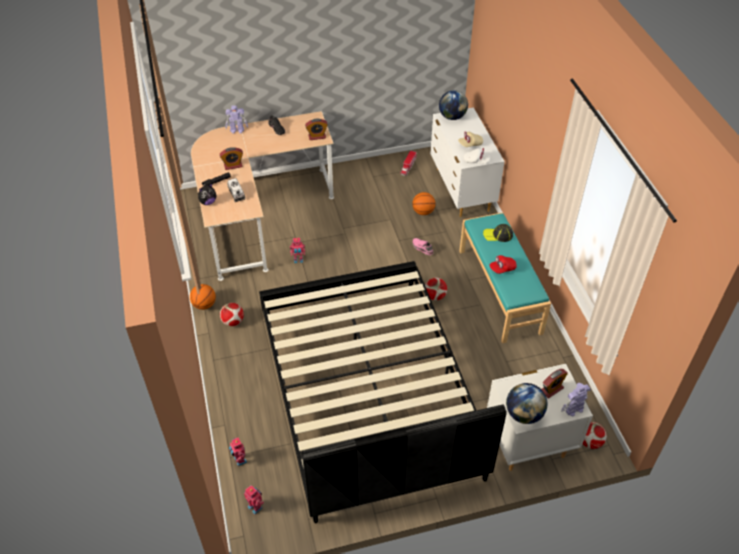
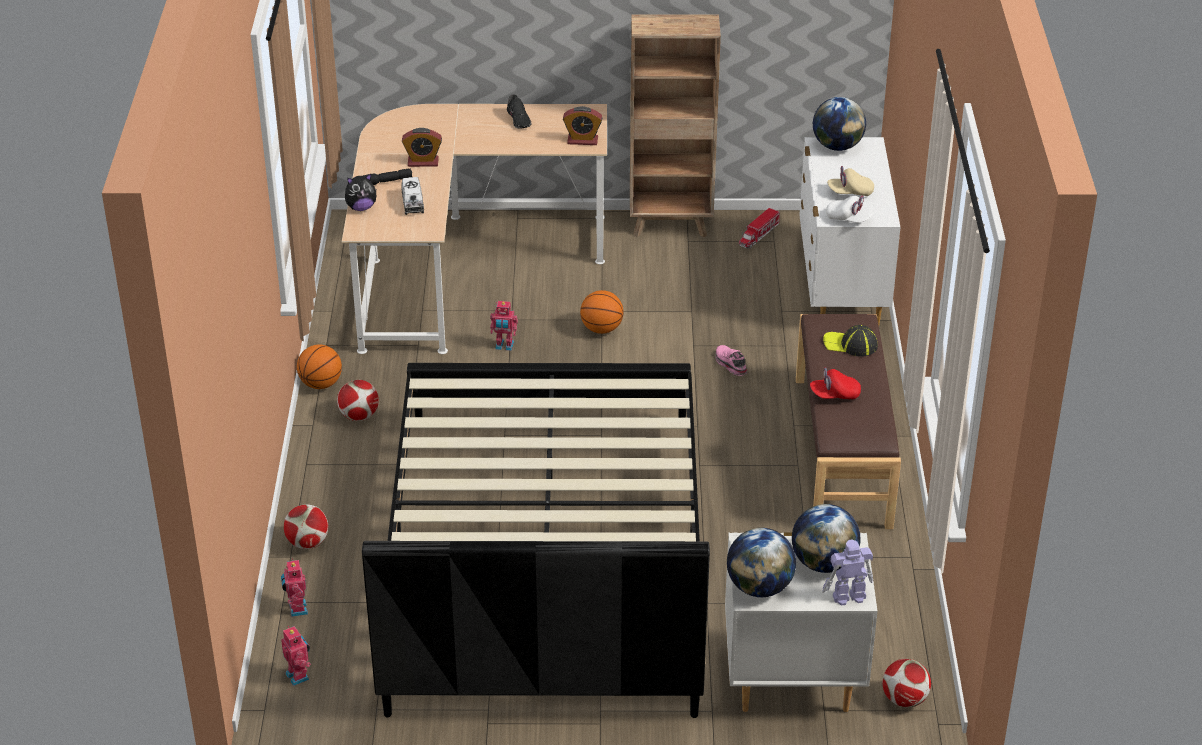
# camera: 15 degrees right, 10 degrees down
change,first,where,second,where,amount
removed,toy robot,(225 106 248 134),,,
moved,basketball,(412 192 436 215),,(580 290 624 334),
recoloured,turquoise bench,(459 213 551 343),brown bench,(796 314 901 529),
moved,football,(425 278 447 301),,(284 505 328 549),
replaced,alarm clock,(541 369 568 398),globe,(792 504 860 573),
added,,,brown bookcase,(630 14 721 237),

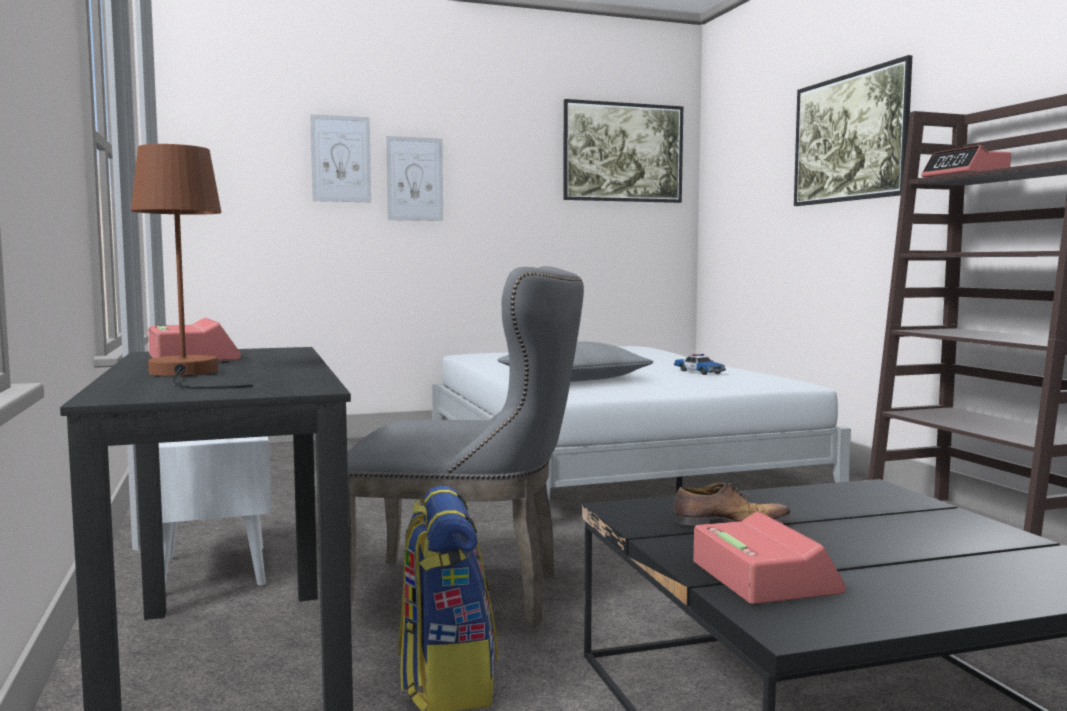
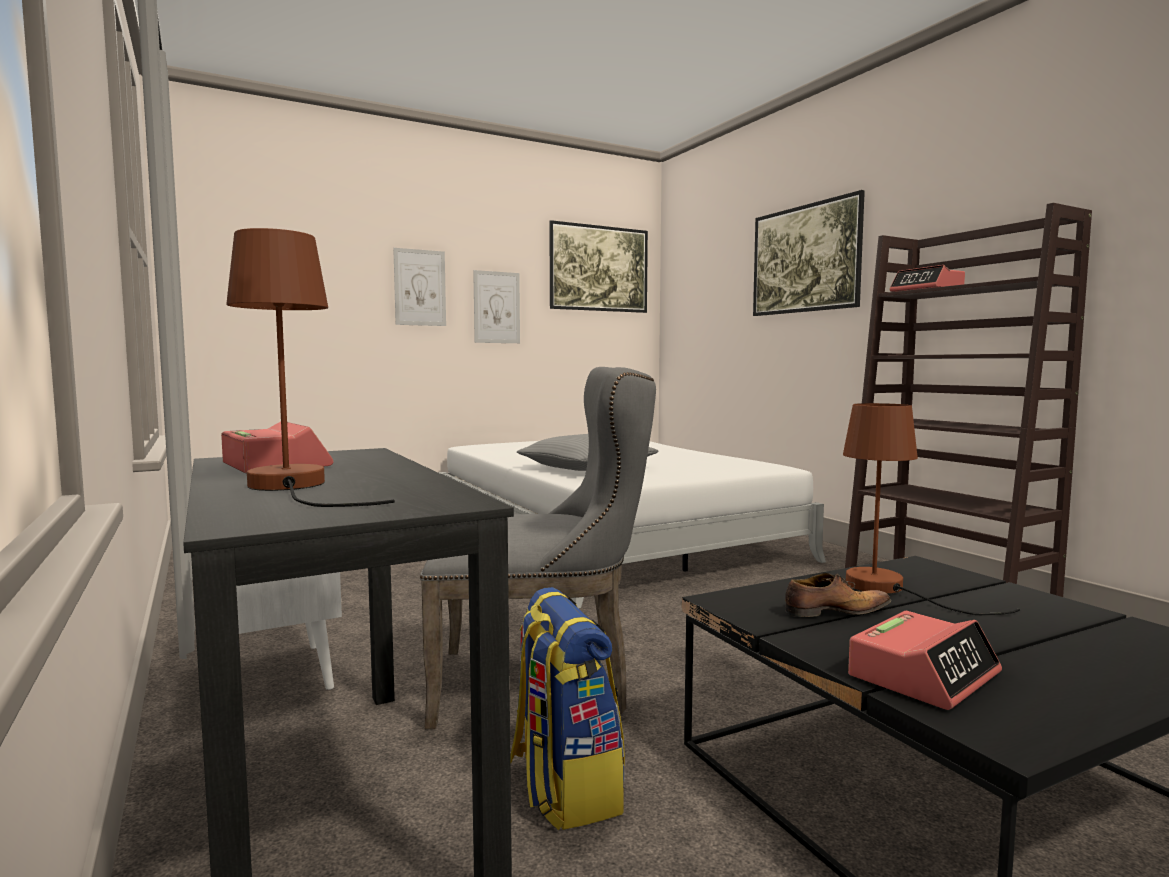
# camera: 10 degrees left, 0 degrees up
change,first,where,second,where,amount
moved,picture,(310 114 371 202),,(473 270 520 343),
removed,toy car,(674 354 726 375),,,
turned,alarm clock,(693 511 846 604),,(848 611 1002 710),75 degrees clockwise
added,,,brown table lamp,(843 403 1020 615),

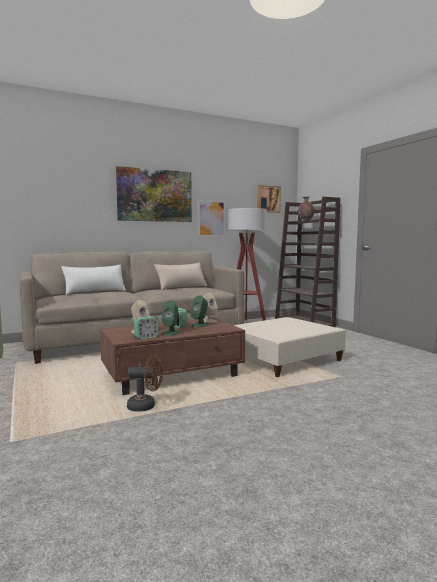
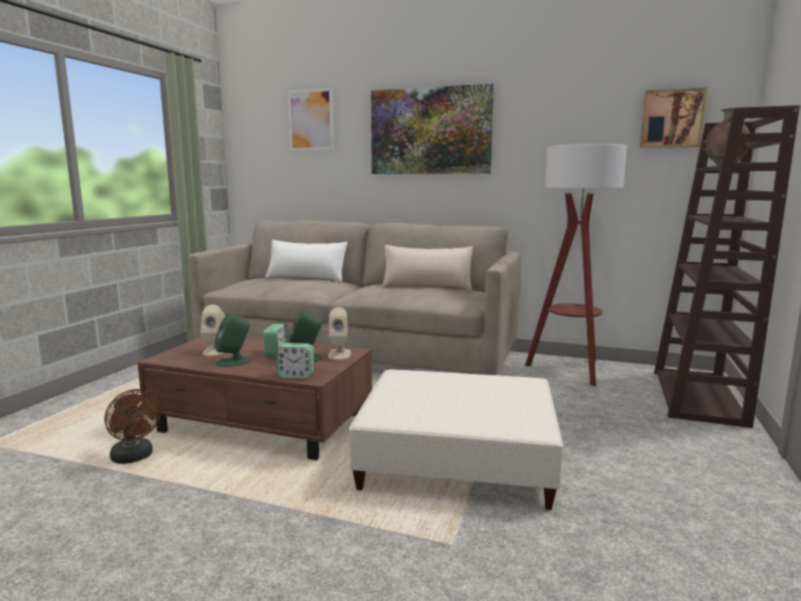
# camera: 45 degrees right, 5 degrees up
change,first,where,second,where,amount
moved,picture,(198 200 225 237),,(288 88 334 151),
moved,alarm clock,(134 316 159 340),,(276 343 314 379),

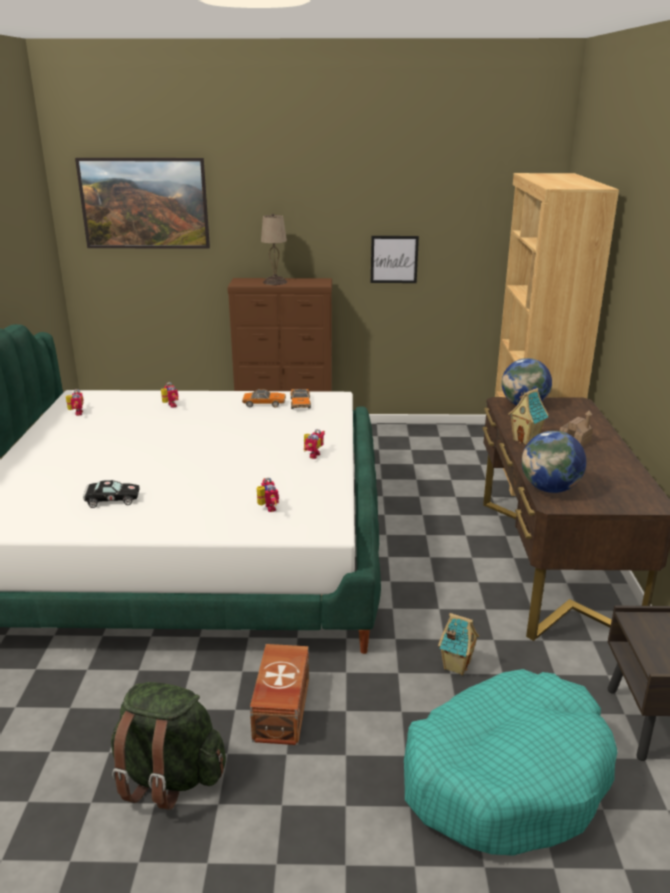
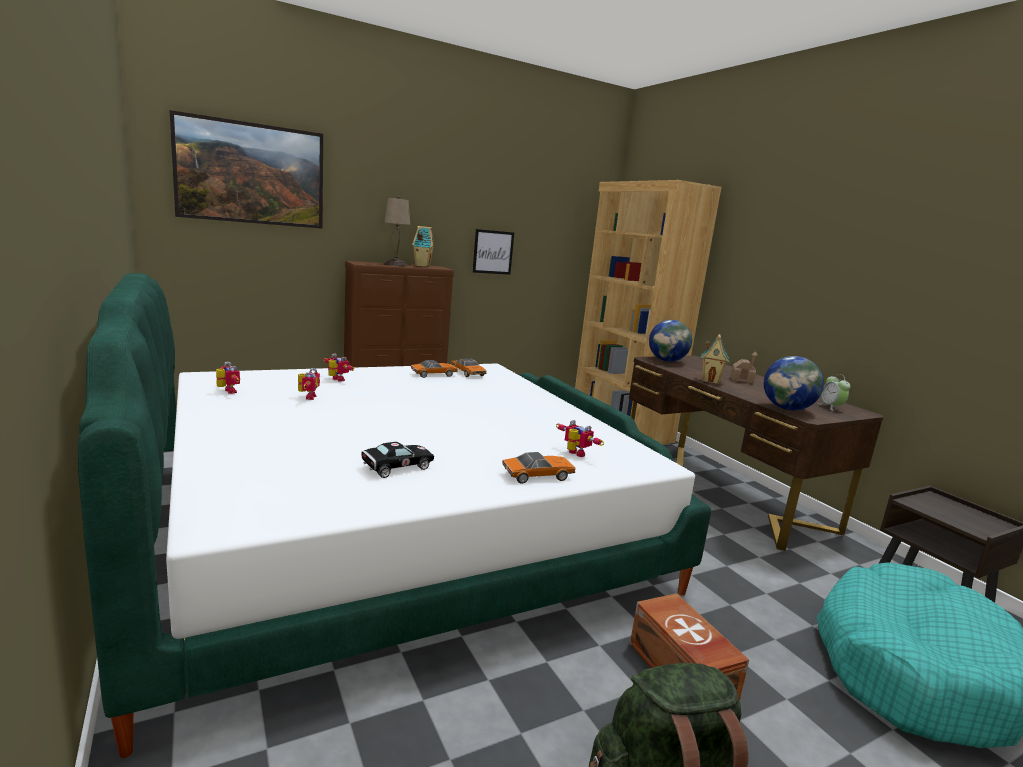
# camera: 30 degrees left, 10 degrees down
change,first,where,second,where,amount
moved,toy robot,(304 429 325 459),,(298 368 320 400),
moved,toy house,(438 613 479 675),,(412 226 435 267),
added,,,alarm clock,(819 374 851 411),
added,,,toy car,(502 452 576 484),

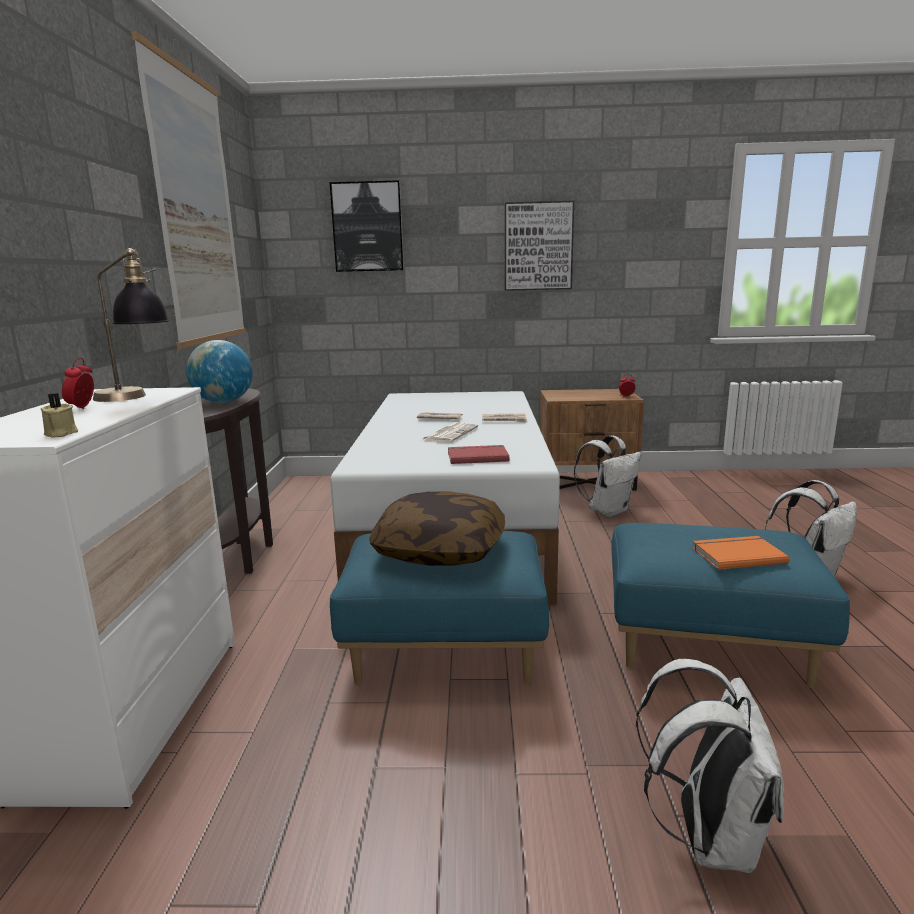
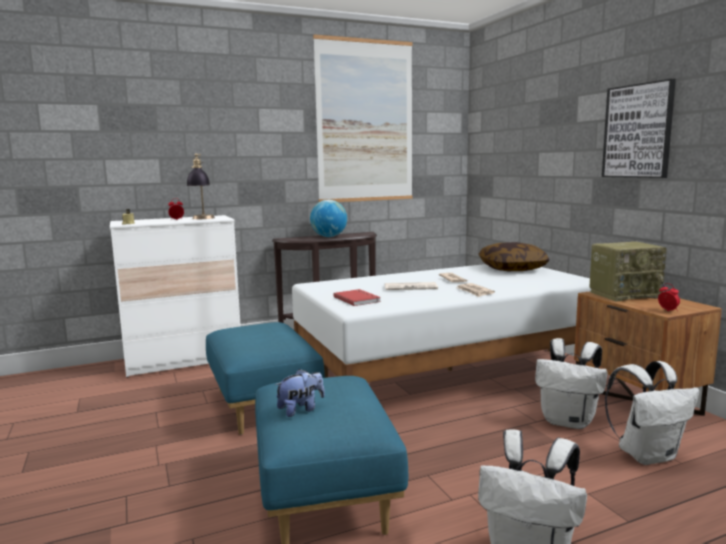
# camera: 65 degrees right, 5 degrees down
change,first,where,second,where,amount
removed,picture,(330 180 404 272),,,
moved,pillow,(369 491 505 566),,(479 242 550 272),
replaced,orange book,(692 536 789 570),plush toy,(275 369 325 417),
moved,white backpack,(636 659 784 873),,(605 361 700 465),
added,,,radio,(589 241 667 302),

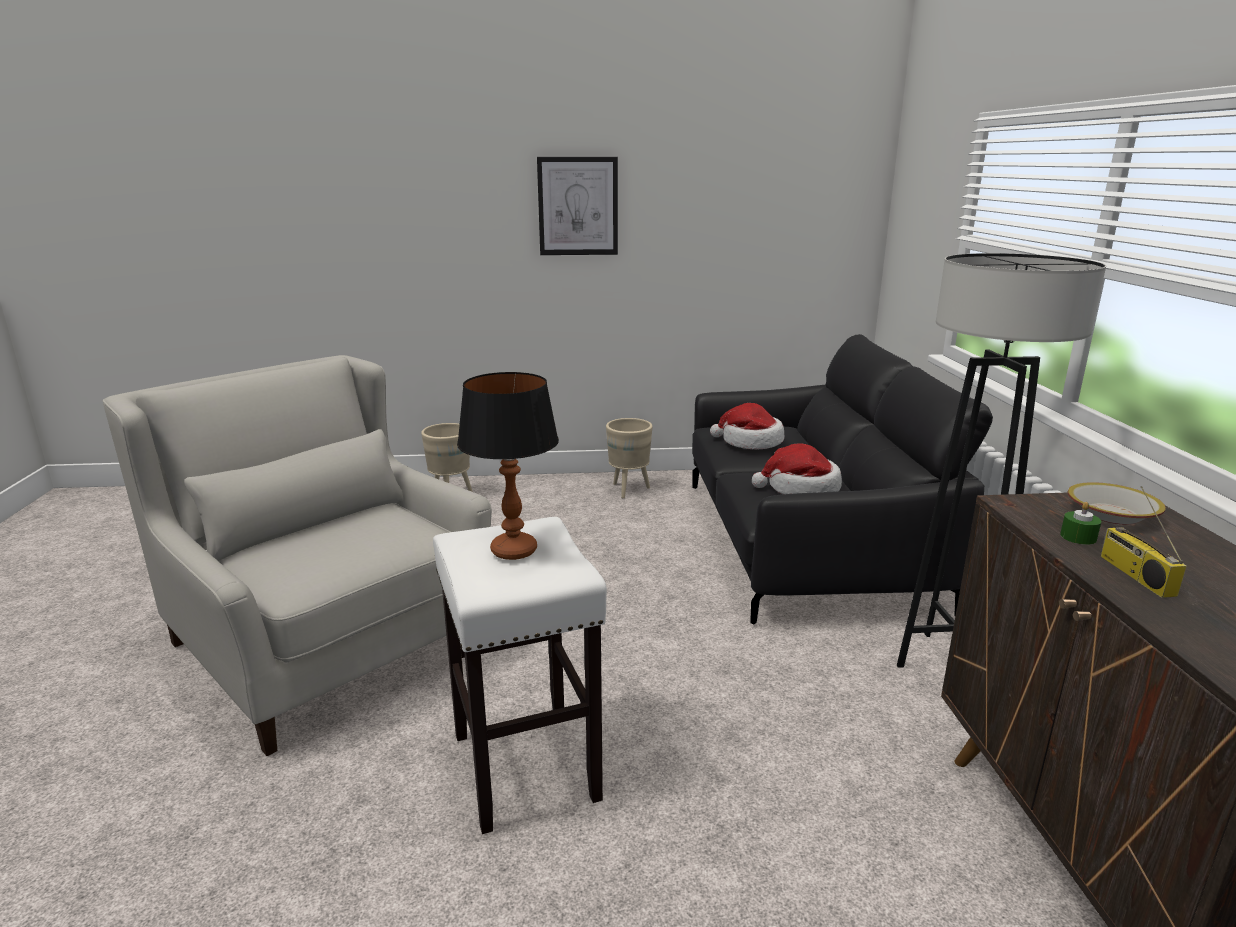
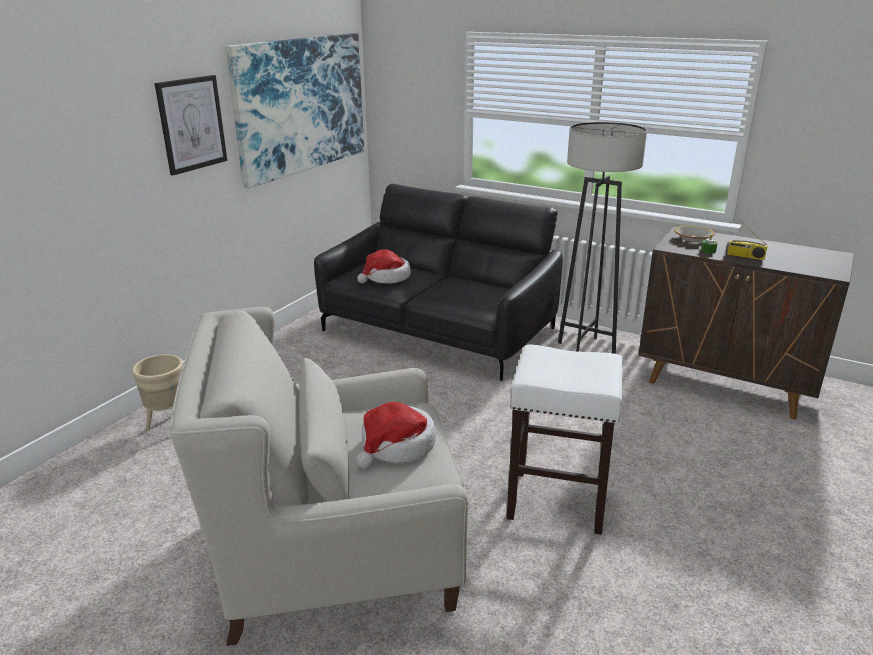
# camera: 55 degrees left, 5 degrees up
change,first,where,second,where,amount
removed,table lamp,(457 372 559 560),,,
removed,beige planter,(606 418 653 498),,,
moved,hat,(752 444 842 494),,(356 402 436 469),
added,,,picture,(225 33 364 188),

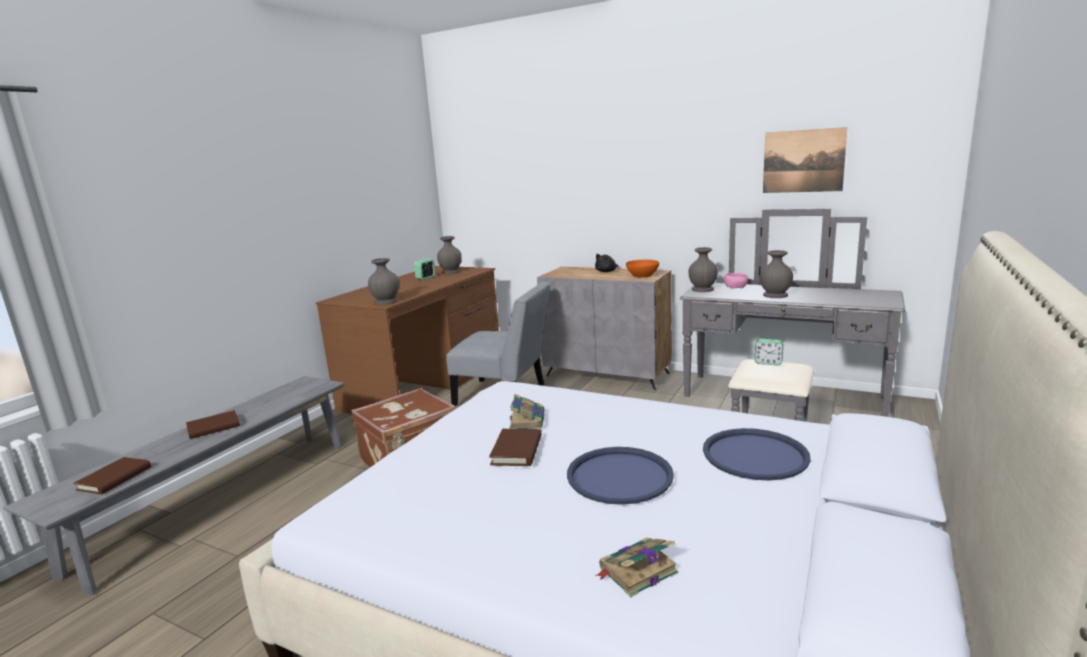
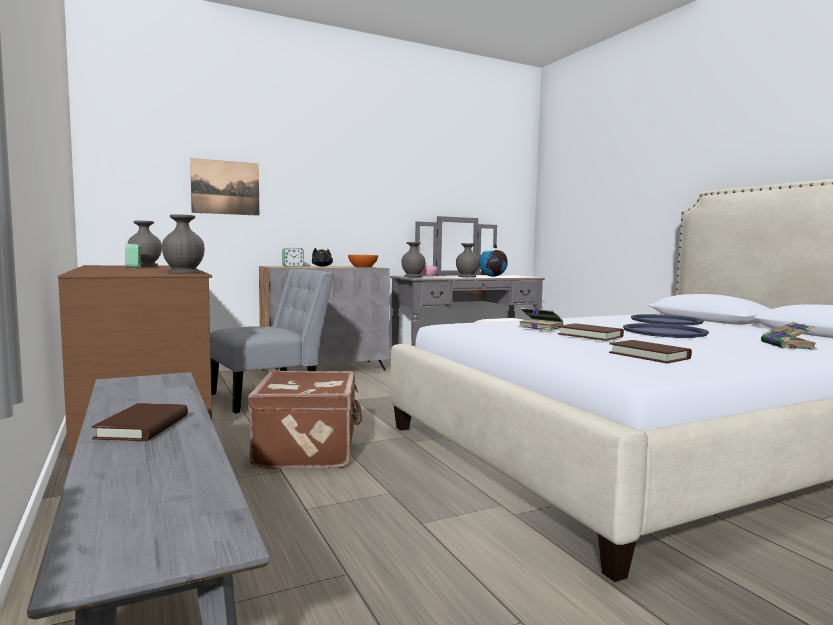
# camera: 55 degrees left, 10 degrees down
change,first,where,second,where,amount
moved,picture,(763 127 847 193),,(190 158 259 216),
moved,alarm clock,(755 339 783 365),,(282 248 304 267),
moved,brown book,(73 457 151 495),,(609 340 692 363),
added,,,globe,(479 244 508 277),

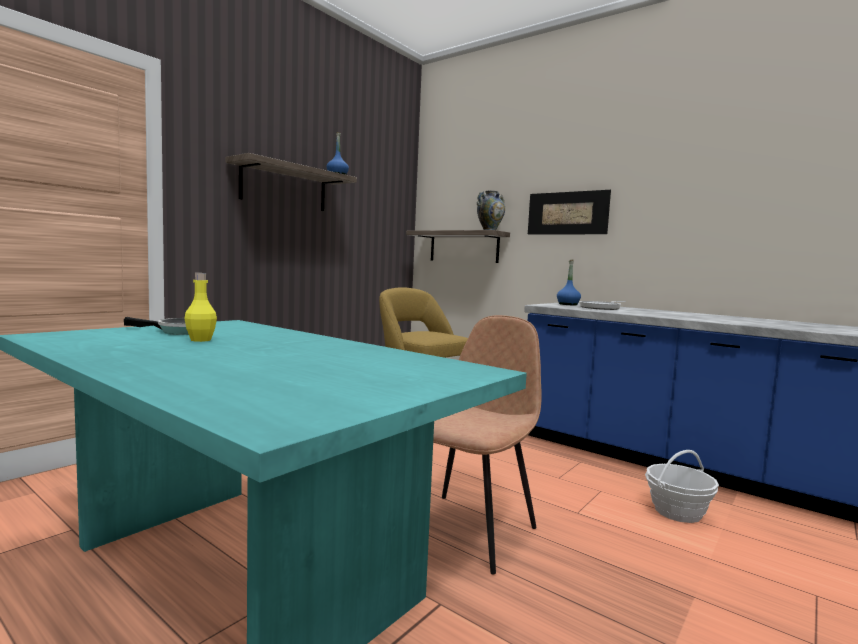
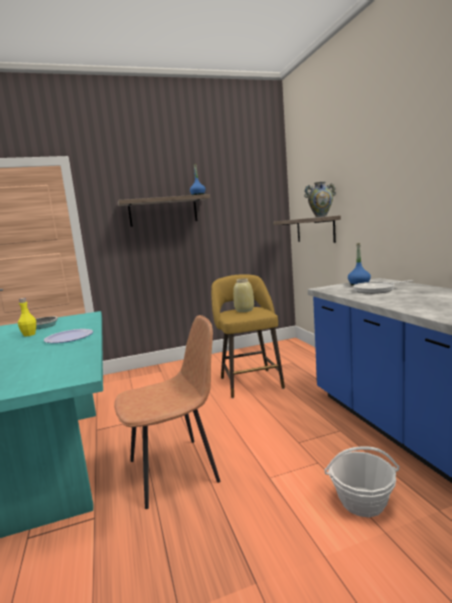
# camera: 35 degrees right, 5 degrees up
change,first,where,second,where,amount
removed,picture,(528 190 611 234),,,
added,,,beige vase,(233 278 254 312),
added,,,plate,(44 329 93 343),

